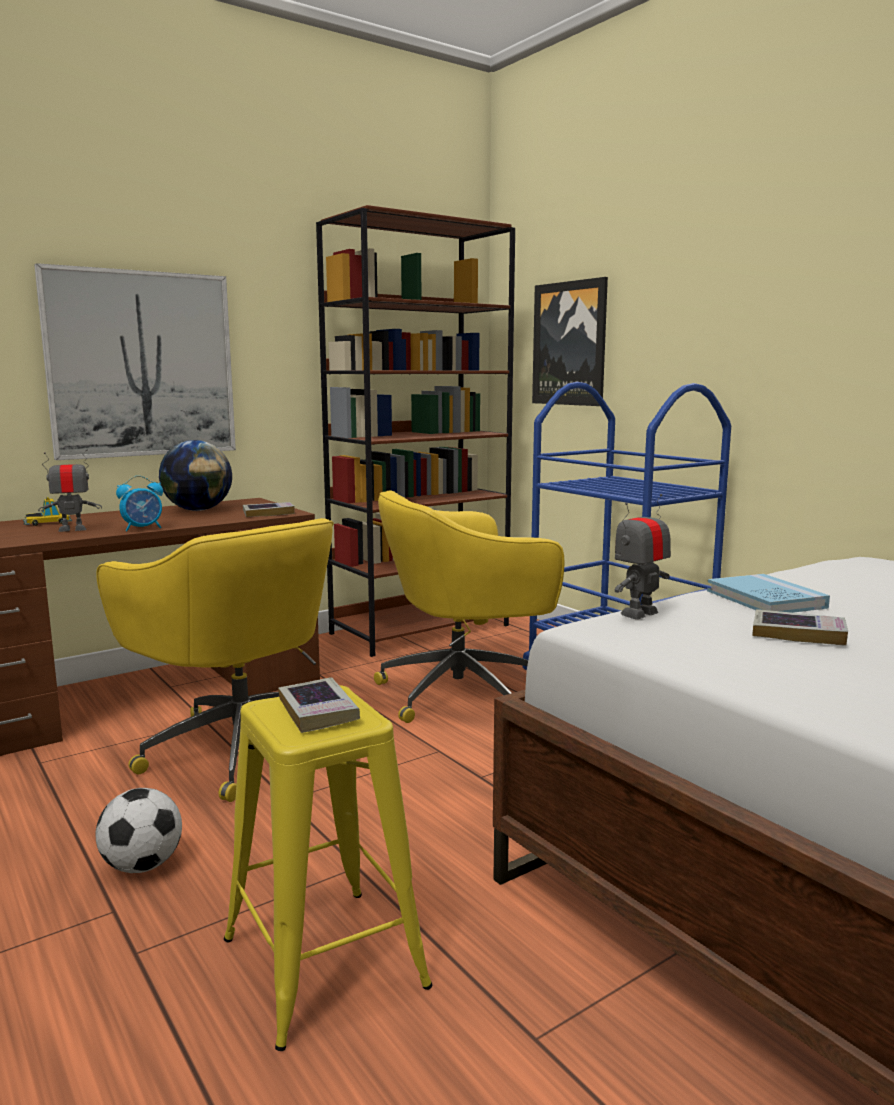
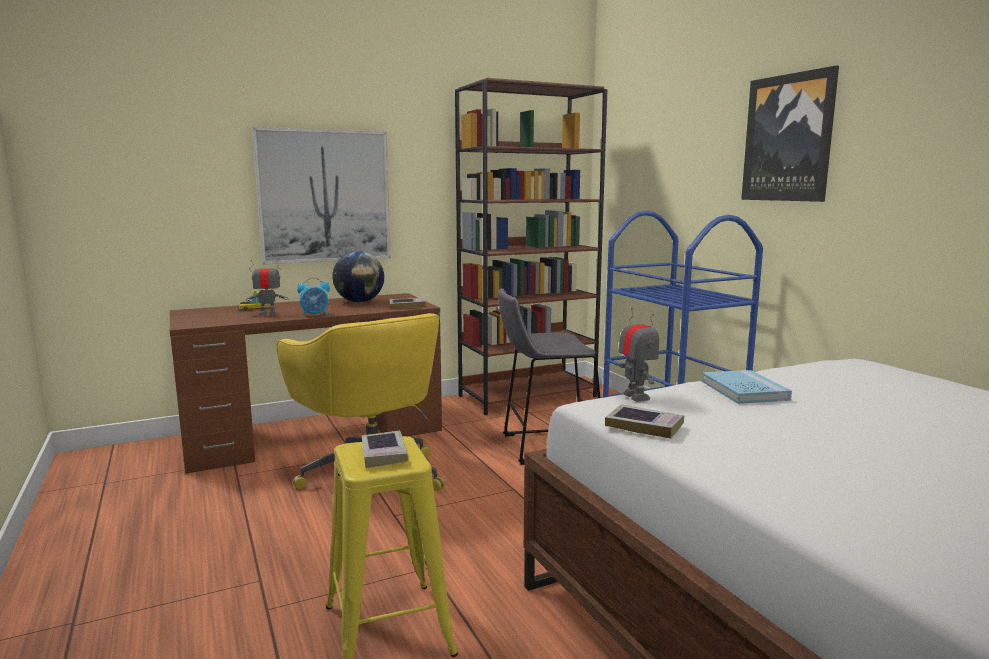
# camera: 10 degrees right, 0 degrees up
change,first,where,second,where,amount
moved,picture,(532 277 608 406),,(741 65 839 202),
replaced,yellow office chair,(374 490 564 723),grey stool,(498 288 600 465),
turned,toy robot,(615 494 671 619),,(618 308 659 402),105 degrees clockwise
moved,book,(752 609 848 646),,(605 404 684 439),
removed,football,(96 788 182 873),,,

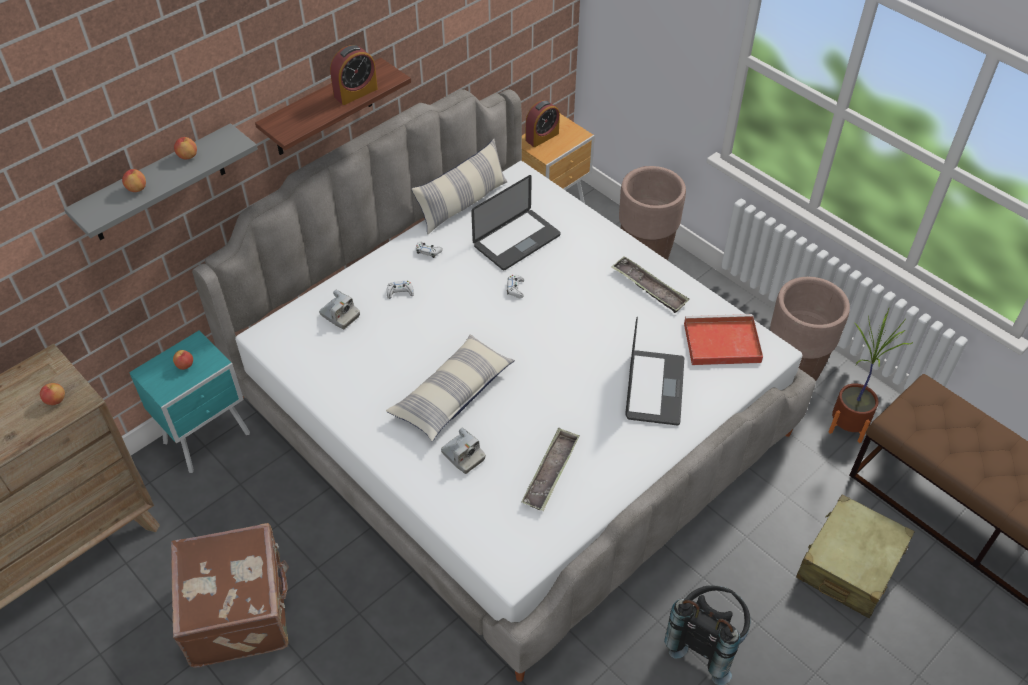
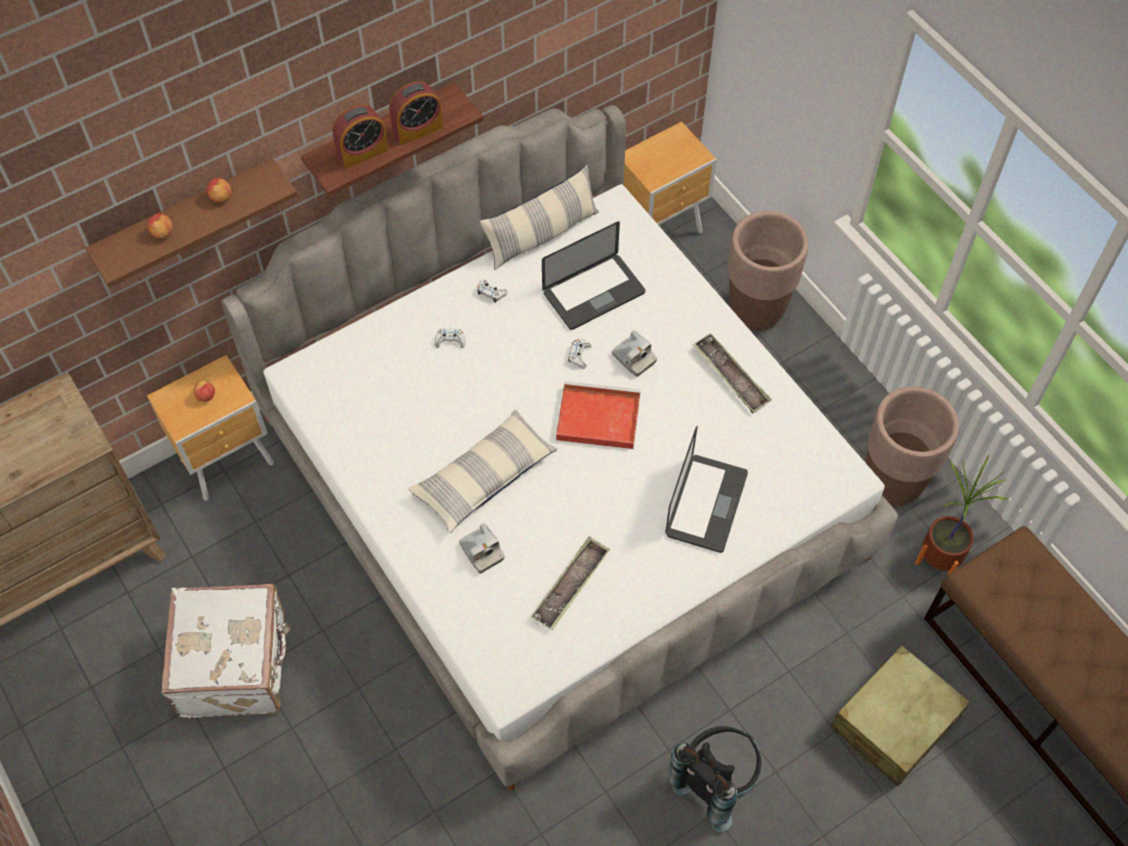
# camera: 10 degrees right, 10 degrees up
change,first,where,second,where,amount
moved,alarm clock,(525 100 560 147),,(332 105 388 169),
recoloured,grey shelf,(64 123 258 240),brown shelf,(85 158 298 287),
moved,photo camera,(319 290 360 329),,(612 330 657 377),
moved,red tray,(684 314 763 365),,(556 381 640 449),
recoloured,turquoise nightstand,(129 331 250 473),brown nightstand,(147 355 274 501),
removed,apple,(40 383 65 405),,,
recoloured,brown suitcase,(171 523 289 668),white suitcase,(161 584 291 718),

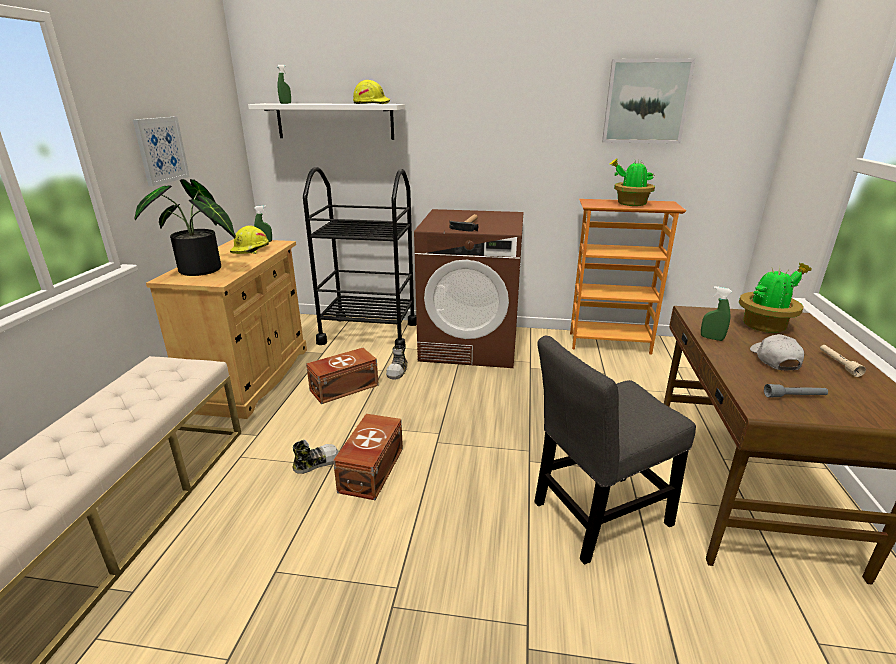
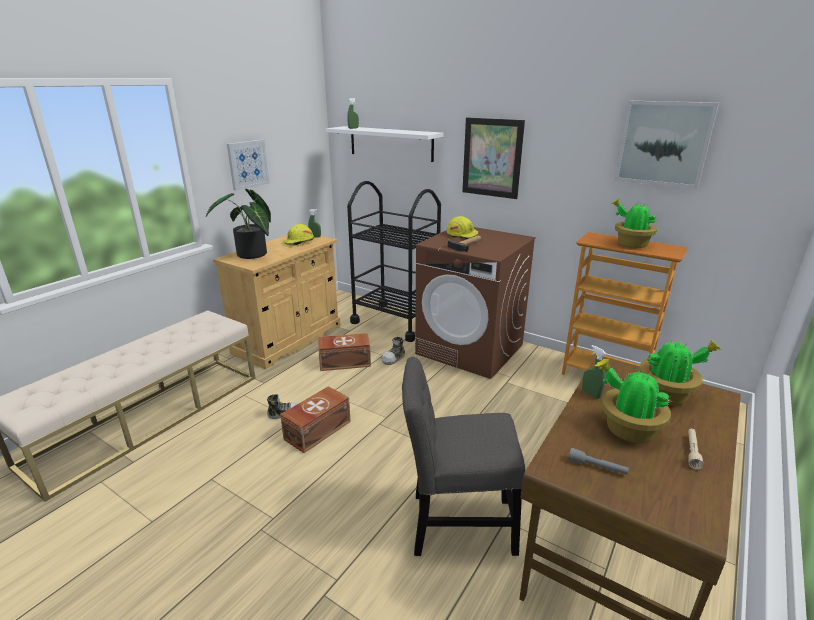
# camera: 25 degrees right, 0 degrees up
change,first,where,second,where,amount
moved,yellow hard hat,(353 80 390 104),,(447 216 479 239),
replaced,white cap,(750 334 804 370),potted plant,(595 358 673 443),
added,,,picture,(462 118 525 199),

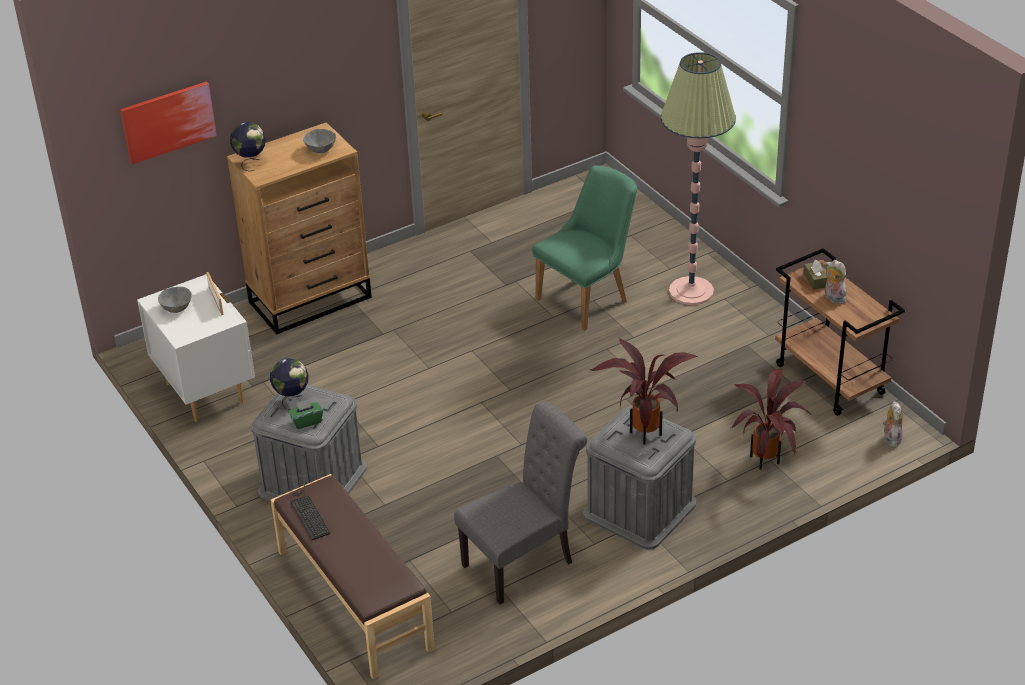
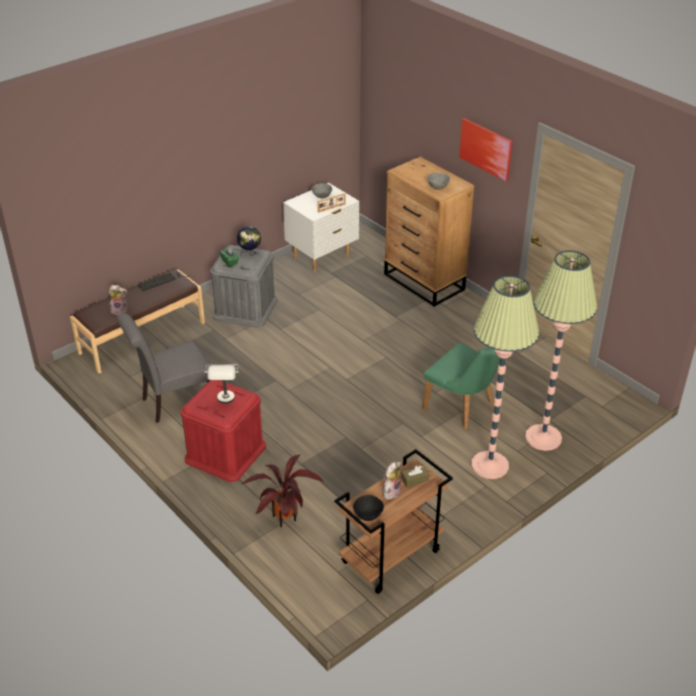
# camera: 80 degrees right, 0 degrees up
change,first,where,second,where,amount
moved,picture,(120 81 217 164),,(459 118 512 181),
removed,globe,(230 122 266 171),,,
replaced,potted plant,(590 338 697 445),grey table lamp,(205 364 239 404),
turned,grey chair,(454 401 587 605),,(116 313 210 423),105 degrees clockwise
moved,plush toy,(883 401 903 447),,(109 285 127 315),
recoloured,grey storage box,(583 406 696 550),red storage box,(180 380 266 482),
added,,,floor lamp,(525 251 597 451),
added,,,black bowl,(353 495 384 521),

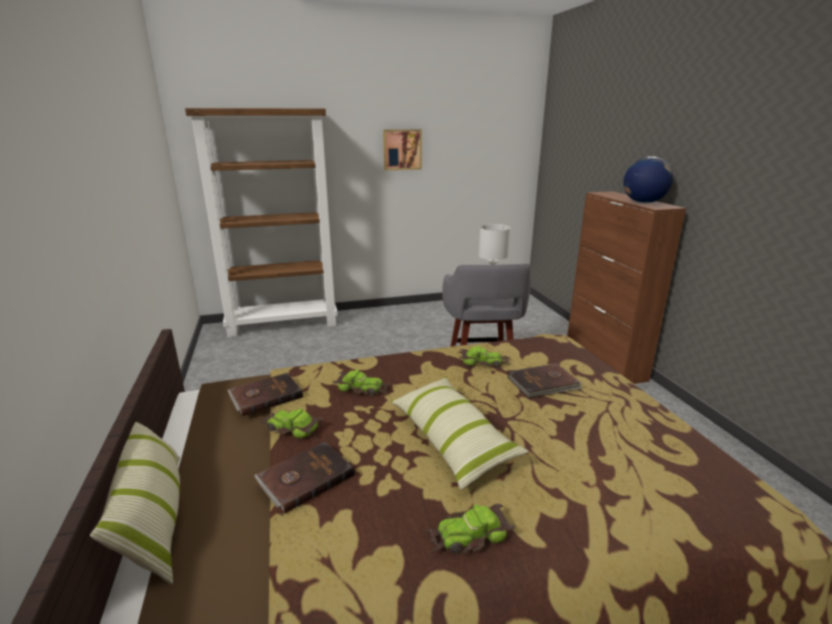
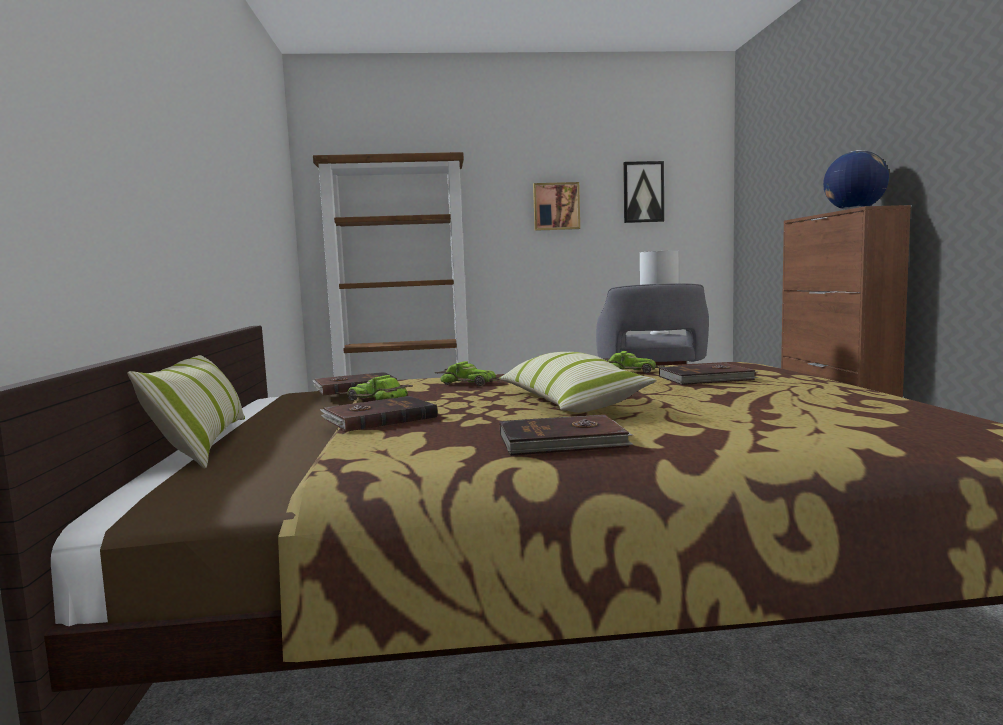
# camera: 10 degrees right, 15 degrees down
change,first,where,second,where,amount
replaced,toy car,(423 504 515 554),brown book,(500 414 633 456),
added,,,picture,(623 161 664 223),

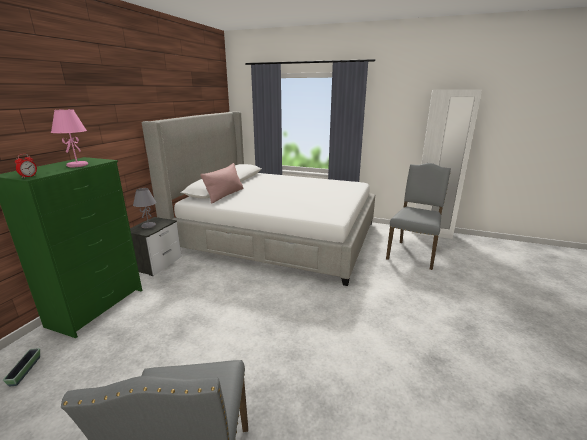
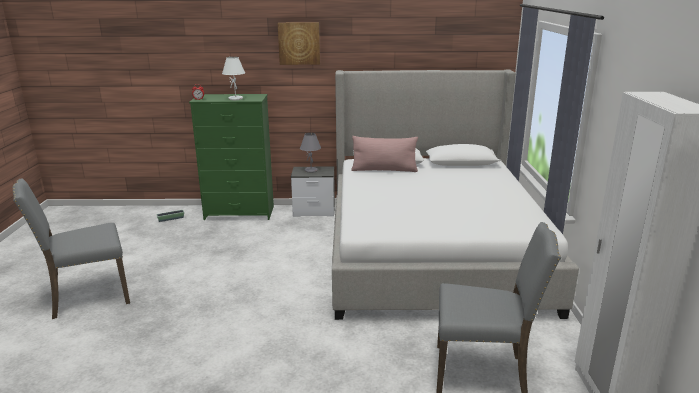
# camera: 70 degrees right, 0 degrees up
change,first,where,second,where,amount
recoloured,pink table lamp,(51 109 88 167),white table lamp,(222 57 245 100),
added,,,picture,(278 22 320 65),

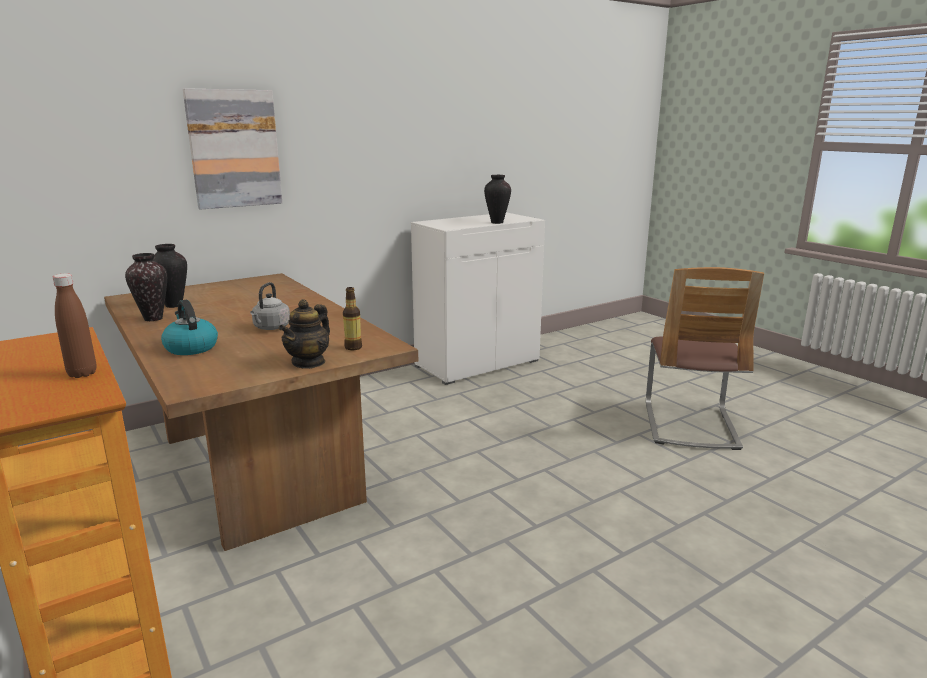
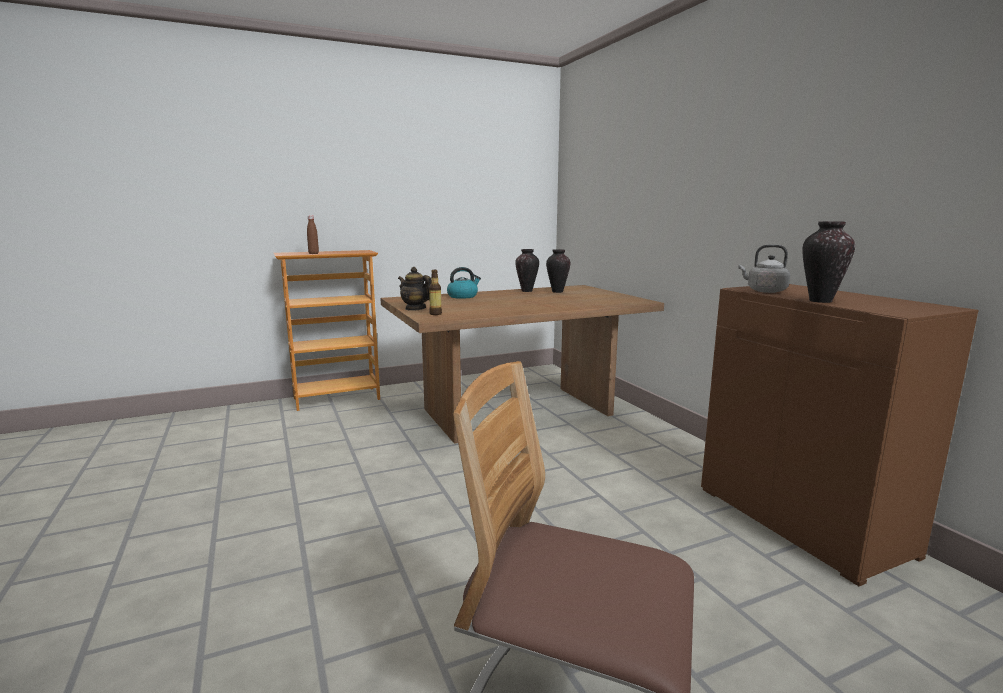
# camera: 100 degrees right, 5 degrees down
change,first,where,second,where,amount
removed,picture,(183 88 282 210),,,
recoloured,white cabinet,(411 213 545 385),brown cabinet,(701 284 979 586),
moved,grey kettle,(250 282 290 330),,(738 244 790 293),

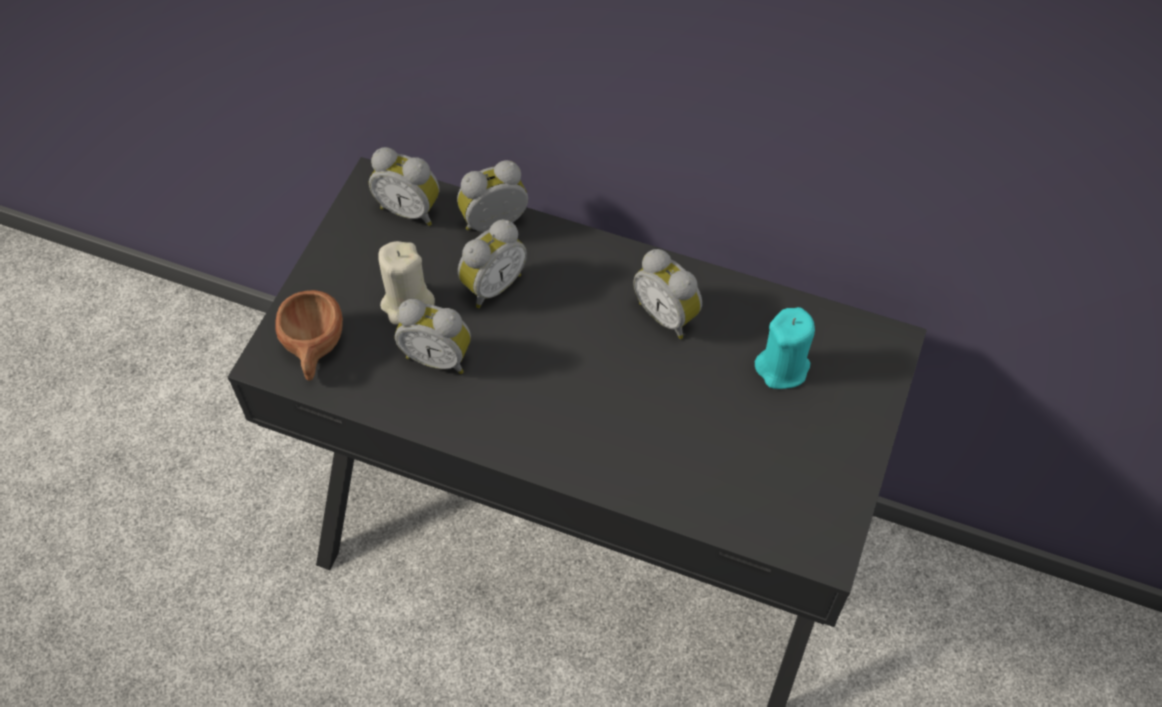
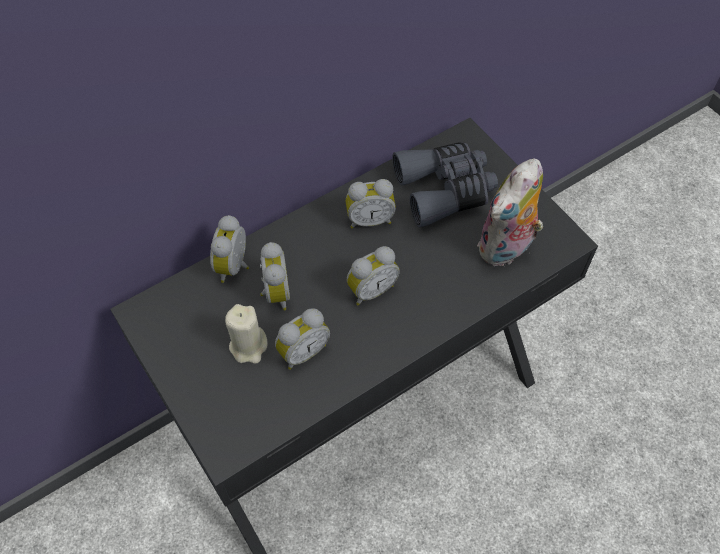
# camera: 55 degrees left, 0 degrees up
change,first,where,second,where,amount
moved,alarm clock,(369 147 439 226),,(347 246 400 306),
removed,brown cup,(275 290 343 381),,,
replaced,turquoise candle,(755 307 815 389),grey binoculars,(392 142 498 228),
added,,,plush toy,(477 159 543 266),

